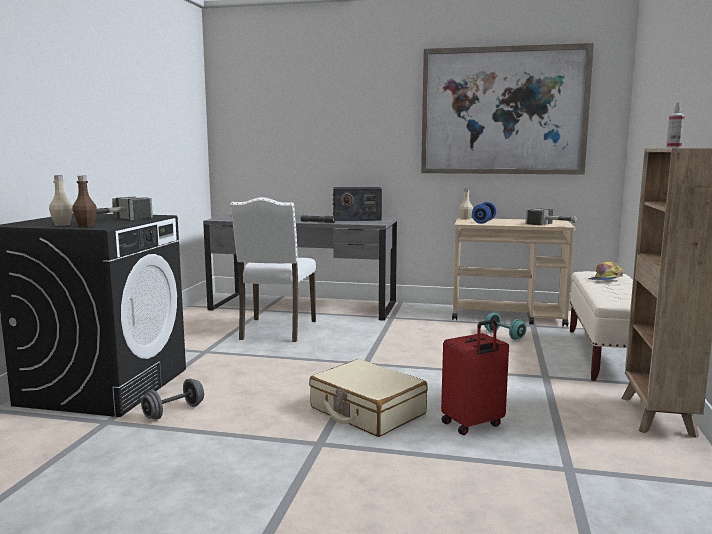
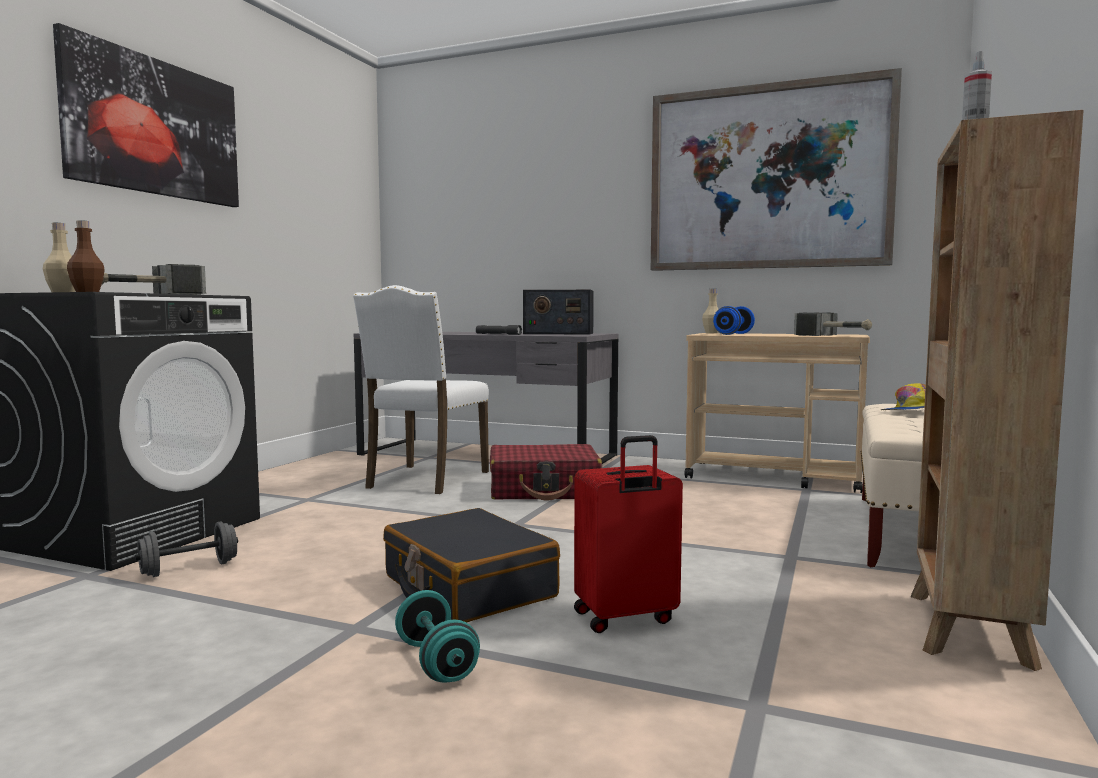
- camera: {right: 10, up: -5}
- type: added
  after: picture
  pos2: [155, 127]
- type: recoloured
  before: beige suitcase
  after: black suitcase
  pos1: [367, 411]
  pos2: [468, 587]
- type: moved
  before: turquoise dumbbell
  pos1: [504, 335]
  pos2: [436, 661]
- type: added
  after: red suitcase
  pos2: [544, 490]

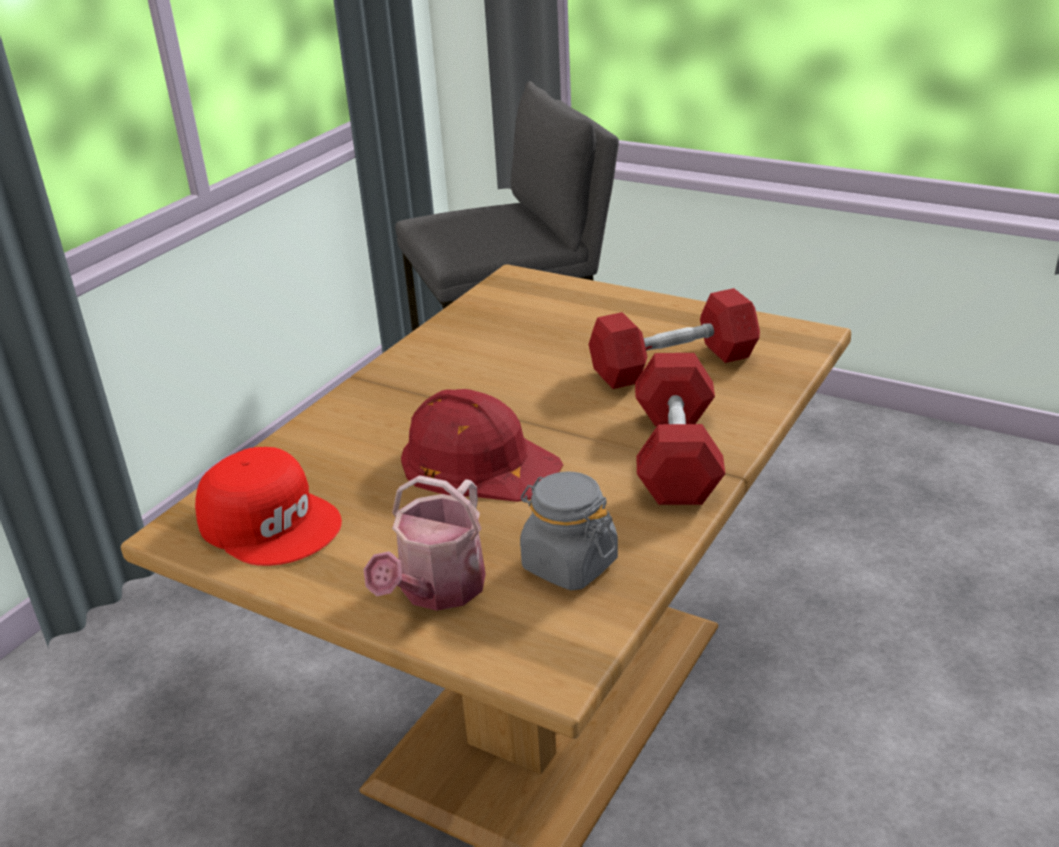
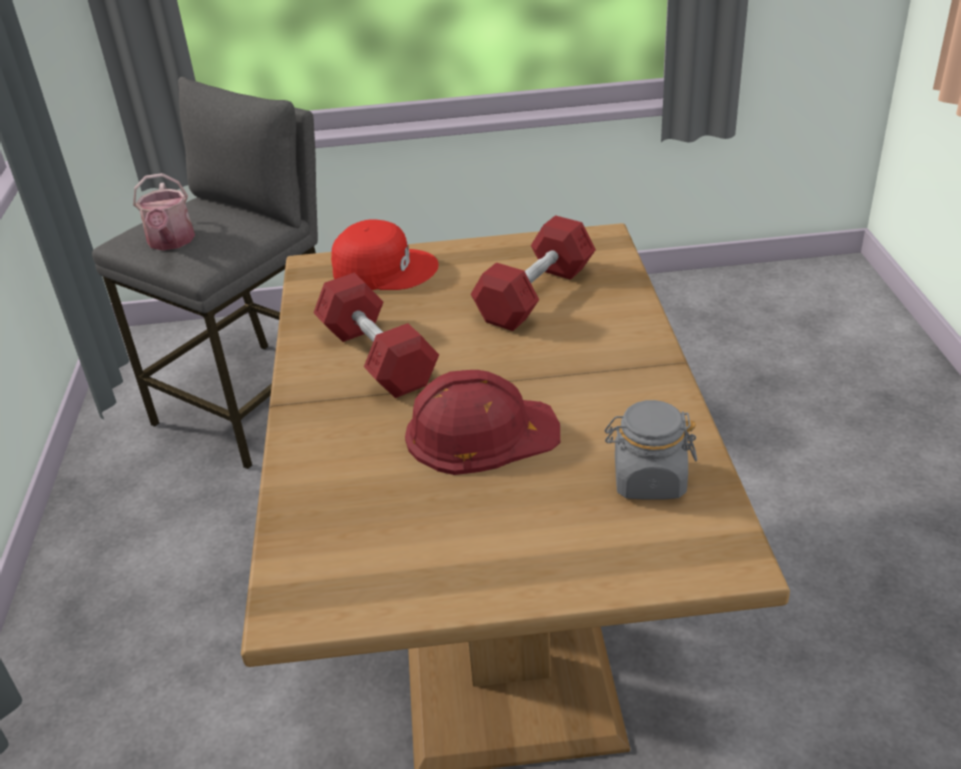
- camera: {right: -35, up: 5}
- type: moved
  before: watering can
  pos1: [437, 591]
  pos2: [171, 242]
- type: moved
  before: red dumbbell
  pos1: [676, 454]
  pos2: [377, 357]
- type: moved
  before: red cap
  pos1: [271, 521]
  pos2: [384, 269]

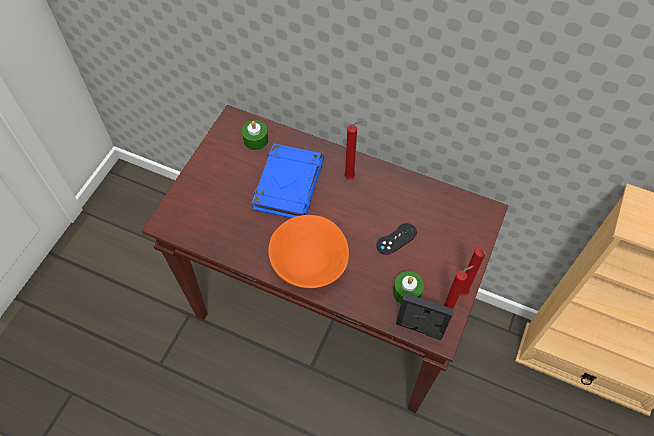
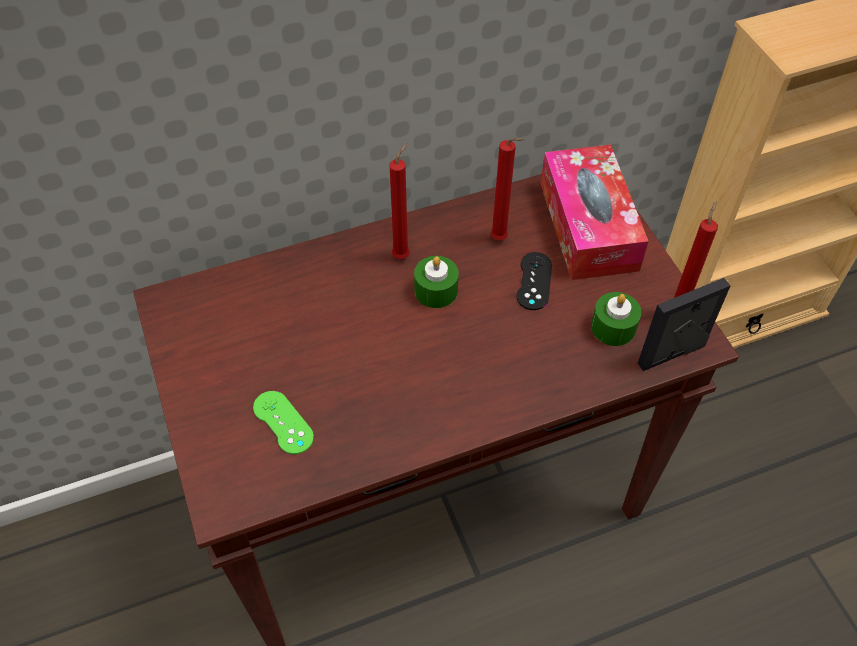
- camera: {right: -45, up: -5}
- type: added
  after: green game controller
  pos2: [283, 422]
- type: moved
  before: green candle
  pos1: [255, 140]
  pos2: [436, 290]
- type: moved
  before: red candle
  pos1: [463, 294]
  pos2: [501, 240]
- type: added
  after: tissue box
  pos2: [588, 225]
- type: removed
  before: blue book
  pos1: [288, 184]
- type: removed
  before: orange bowl
  pos1: [309, 266]

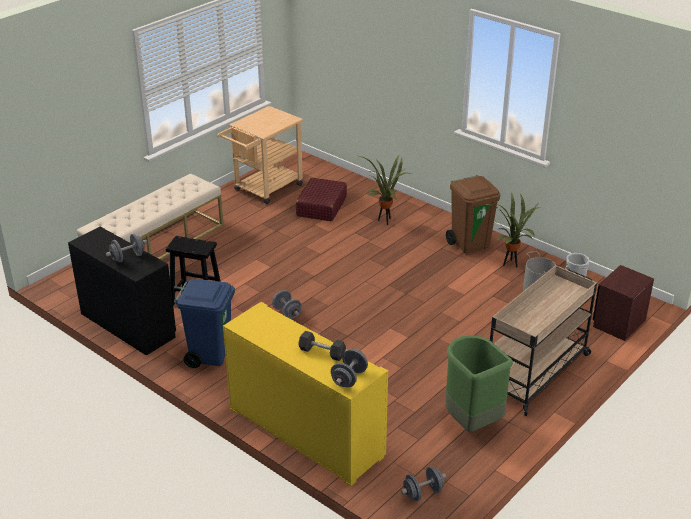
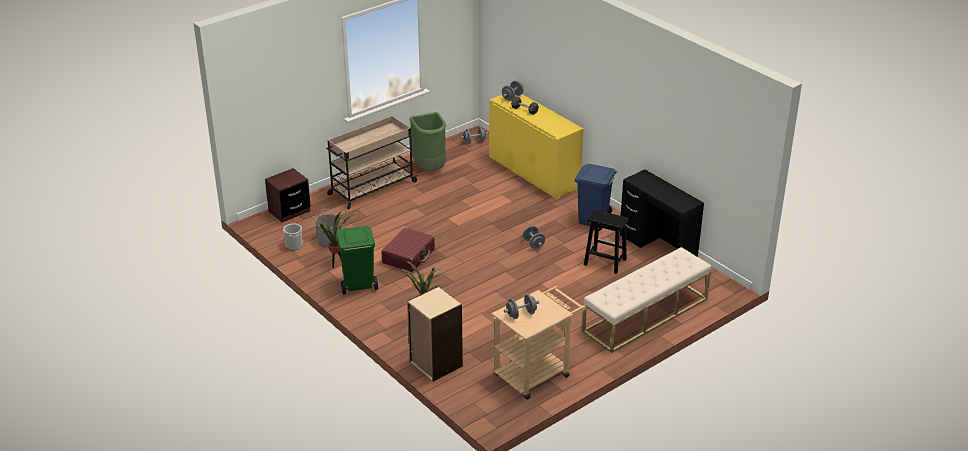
- camera: {right: -170, up: 0}
- type: recoloured
  before: brown trash can
  after: green trash can
  pos1: [470, 244]
  pos2: [358, 286]
- type: moved
  before: red suitcase
  pos1: [321, 207]
  pos2: [408, 256]
- type: added
  after: beige bookcase
  pos2: [435, 364]
- type: moved
  before: grey dumbbell
  pos1: [128, 257]
  pos2: [521, 314]

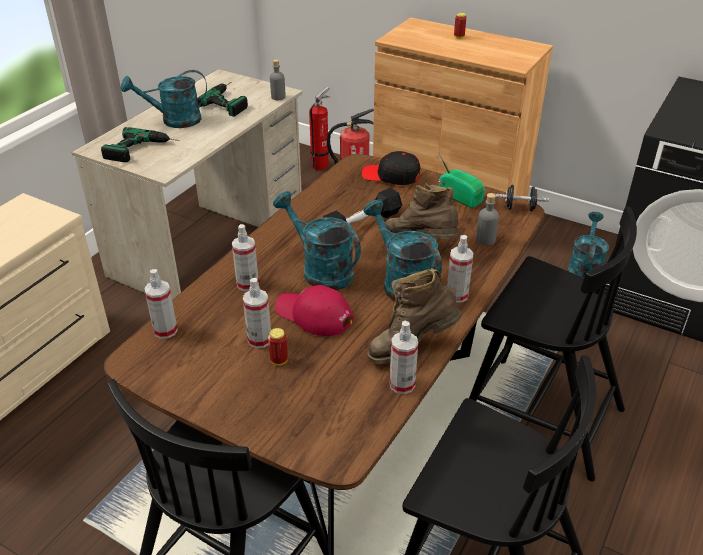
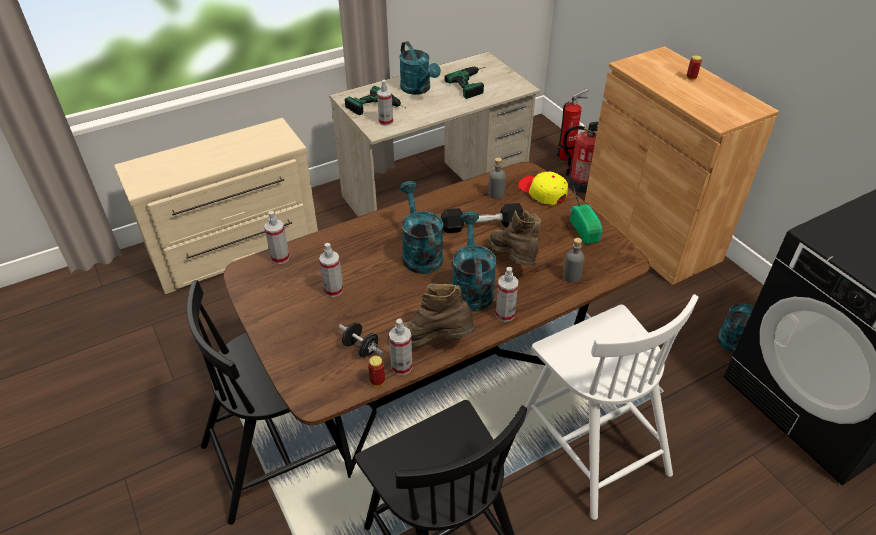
- camera: {right: 30, up: 5}
- type: moved
  before: black dumbbell
  pos1: [519, 208]
  pos2: [361, 348]
- type: moved
  before: can
  pos1: [279, 361]
  pos2: [377, 381]
- type: moved
  before: spray bottle
  pos1: [247, 284]
  pos2: [386, 122]
- type: turned
  before: turquoise watering can
  pos1: [174, 121]
  pos2: [418, 89]
  turn: -135
- type: moved
  before: grey bottle
  pos1: [278, 97]
  pos2: [496, 194]
- type: recoloured
  before: black cap
  after: yellow cap
  pos1: [391, 176]
  pos2: [542, 192]
- type: recoloured
  before: black chair
  after: white chair
  pos1: [539, 415]
  pos2: [590, 445]
- type: removed
  before: red cap
  pos1: [313, 315]

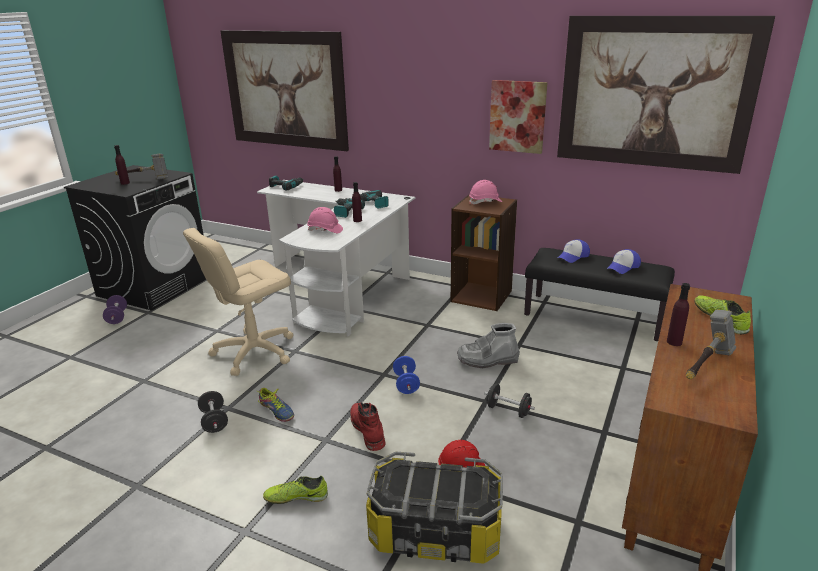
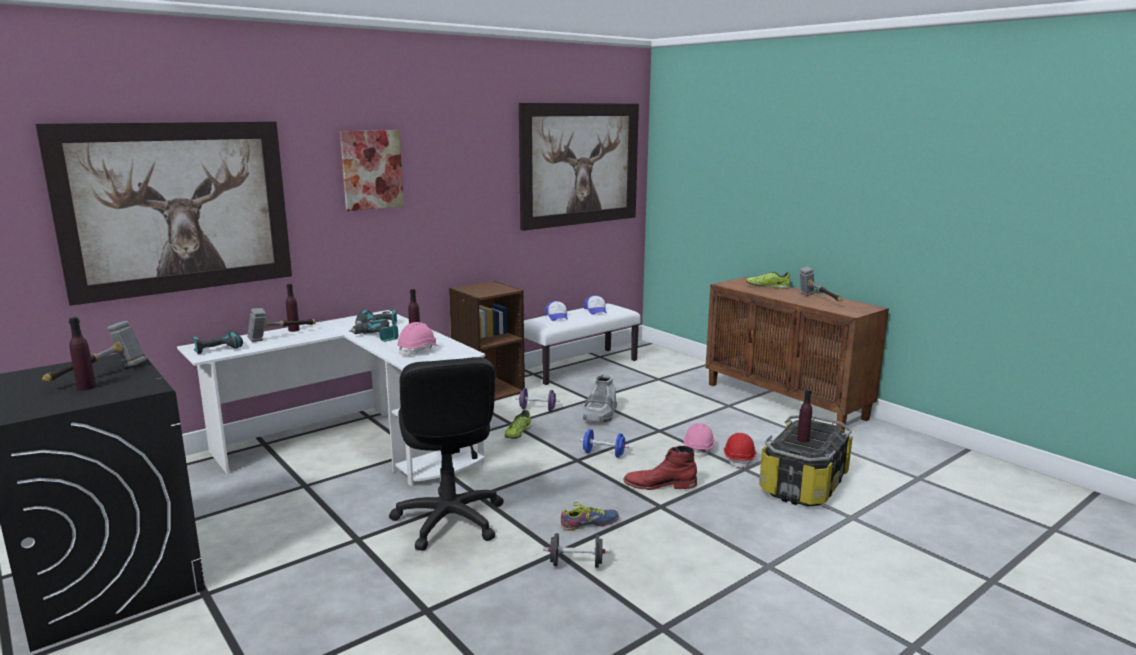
- camera: {right: -65, up: -10}
- type: added
  after: hammer
  pos2: [281, 336]
- type: moved
  before: picture
  pos1: [517, 116]
  pos2: [372, 170]
- type: recoloured
  before: beige office chair
  after: black office chair
  pos1: [254, 352]
  pos2: [449, 520]
- type: moved
  before: shoe
  pos1: [296, 497]
  pos2: [517, 433]
- type: moved
  before: purple dumbbell
  pos1: [117, 317]
  pos2: [537, 409]
- type: recoloured
  before: black bench
  after: white bench
  pos1: [594, 316]
  pos2: [578, 366]
- type: moved
  before: pink hard hat
  pos1: [485, 202]
  pos2: [699, 449]
- type: moved
  before: purple bottle
  pos1: [674, 342]
  pos2: [803, 440]
- type: removed
  before: black dumbbell
  pos1: [508, 410]

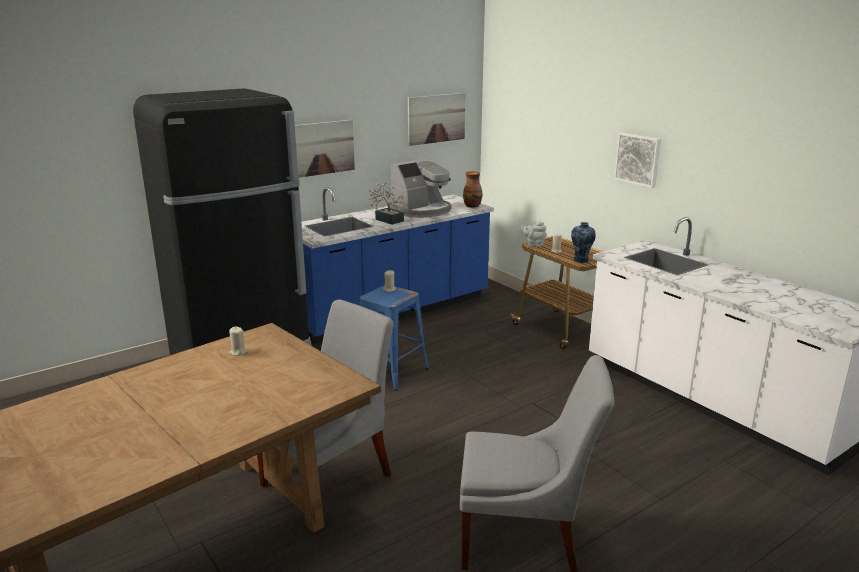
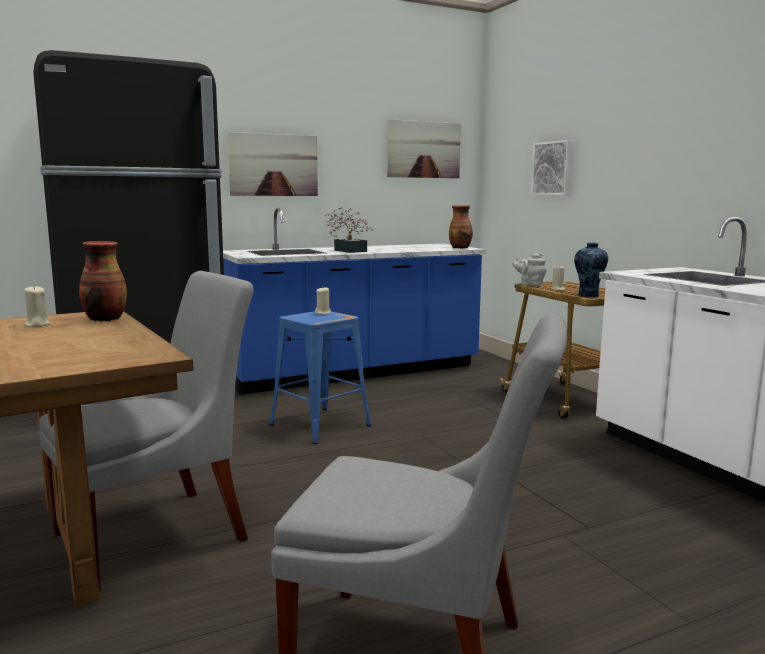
- camera: {right: 10, up: -10}
- type: added
  after: vase
  pos2: [104, 319]
- type: moved
  before: picture
  pos1: [638, 159]
  pos2: [553, 168]
- type: removed
  before: coffee machine
  pos1: [422, 210]

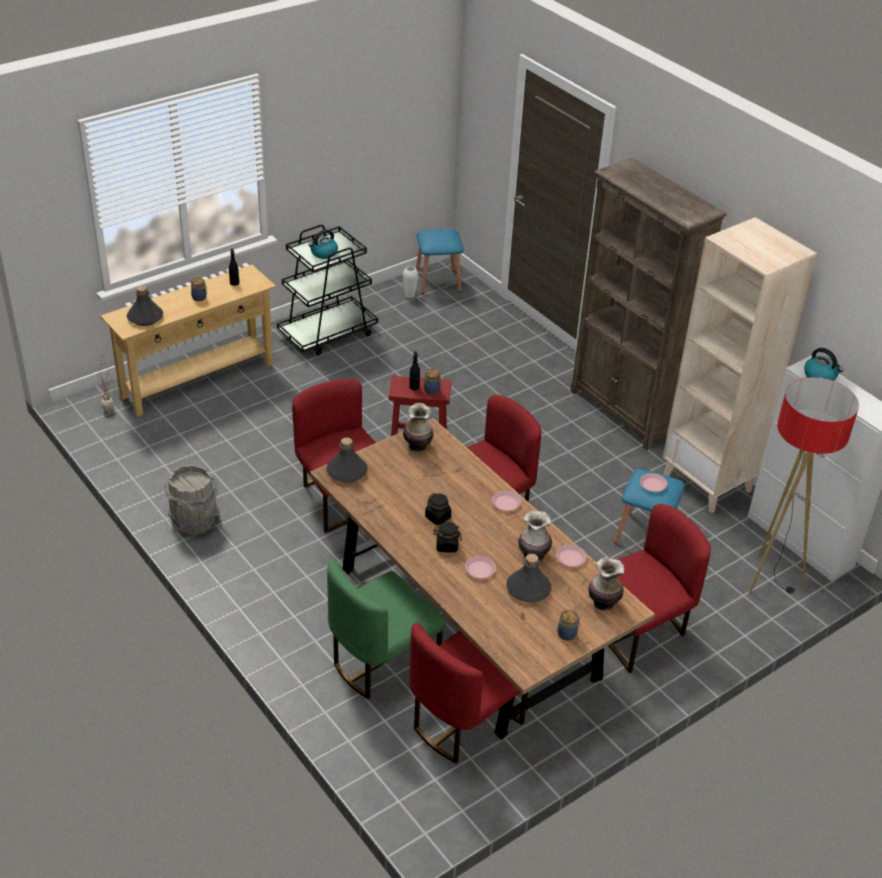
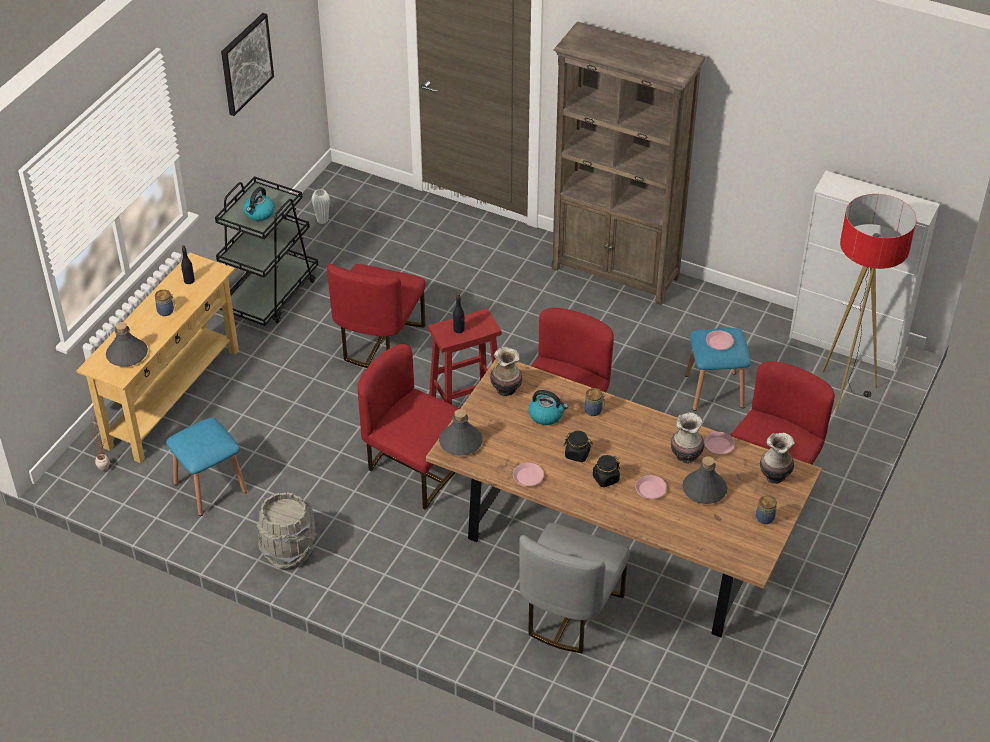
- camera: {right: -25, up: 5}
- type: moved
  before: blue stool
  pos1: [438, 281]
  pos2: [210, 487]
- type: added
  after: picture
  pos2: [246, 63]
- type: moved
  before: red chair
  pos1: [463, 722]
  pos2: [379, 342]
- type: moved
  before: pink plate
  pos1: [506, 503]
  pos2: [528, 476]
- type: recoloured
  before: green chair
  after: grey chair
  pos1: [382, 662]
  pos2: [569, 613]
- type: moved
  before: kettle
  pos1: [820, 376]
  pos2: [546, 415]
- type: moved
  before: jar
  pos1: [432, 390]
  pos2: [594, 410]
- type: removed
  before: beige bookcase
  pos1: [708, 483]

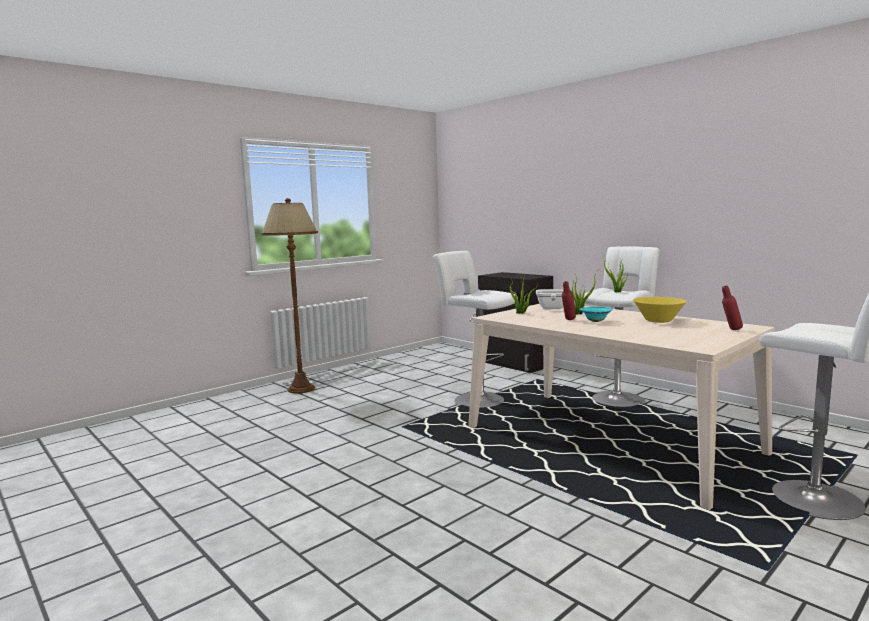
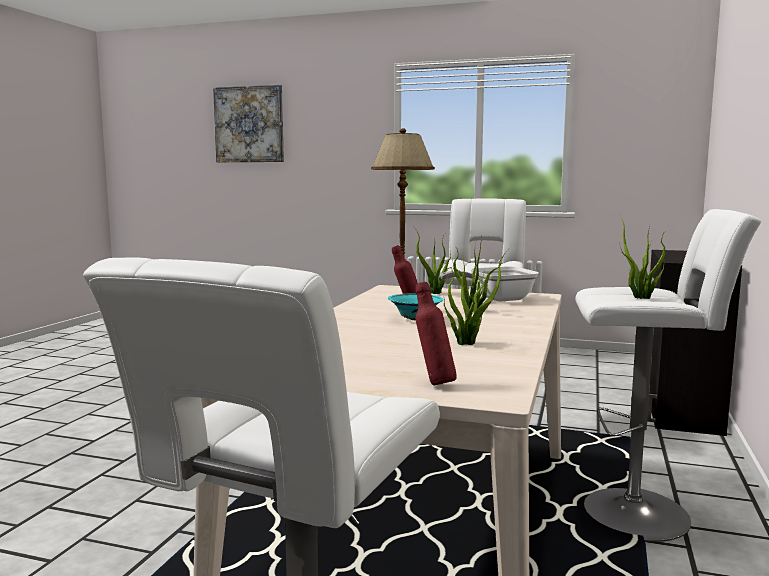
- camera: {right: 60, up: 0}
- type: added
  after: picture
  pos2: [249, 124]
- type: replaced
  before: yellow bowl
  after: potted plant
  pos1: [658, 321]
  pos2: [468, 343]

